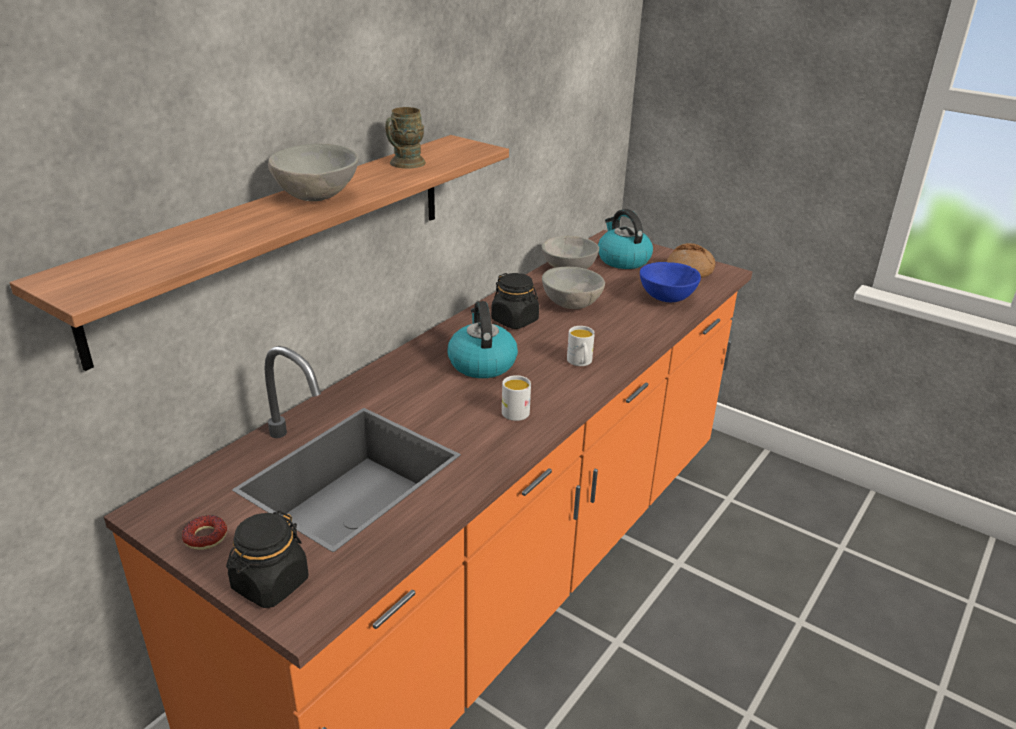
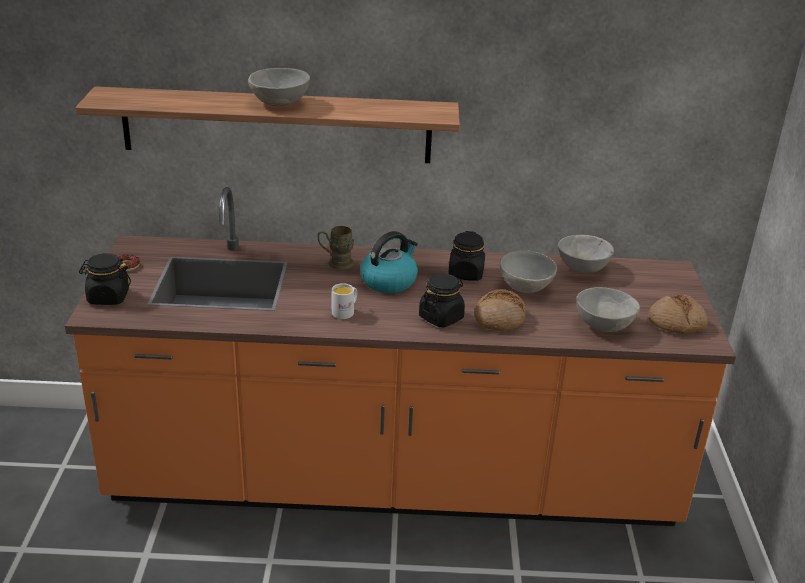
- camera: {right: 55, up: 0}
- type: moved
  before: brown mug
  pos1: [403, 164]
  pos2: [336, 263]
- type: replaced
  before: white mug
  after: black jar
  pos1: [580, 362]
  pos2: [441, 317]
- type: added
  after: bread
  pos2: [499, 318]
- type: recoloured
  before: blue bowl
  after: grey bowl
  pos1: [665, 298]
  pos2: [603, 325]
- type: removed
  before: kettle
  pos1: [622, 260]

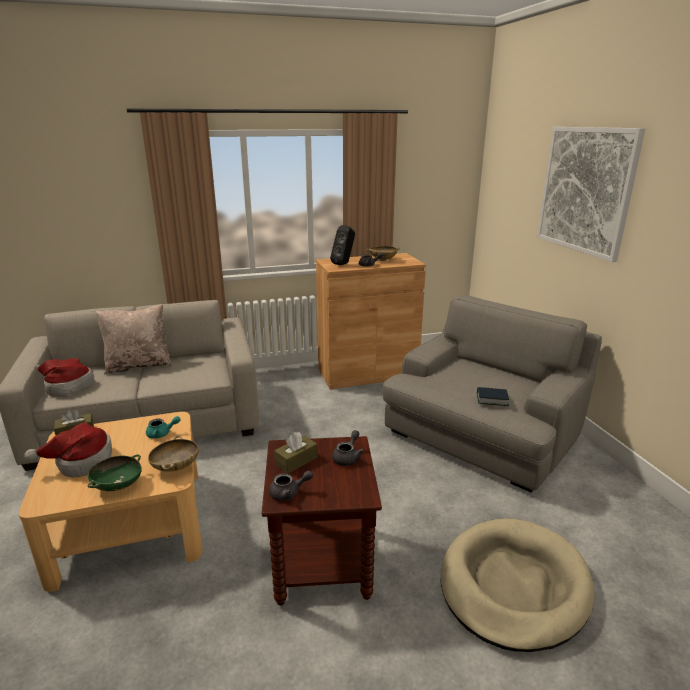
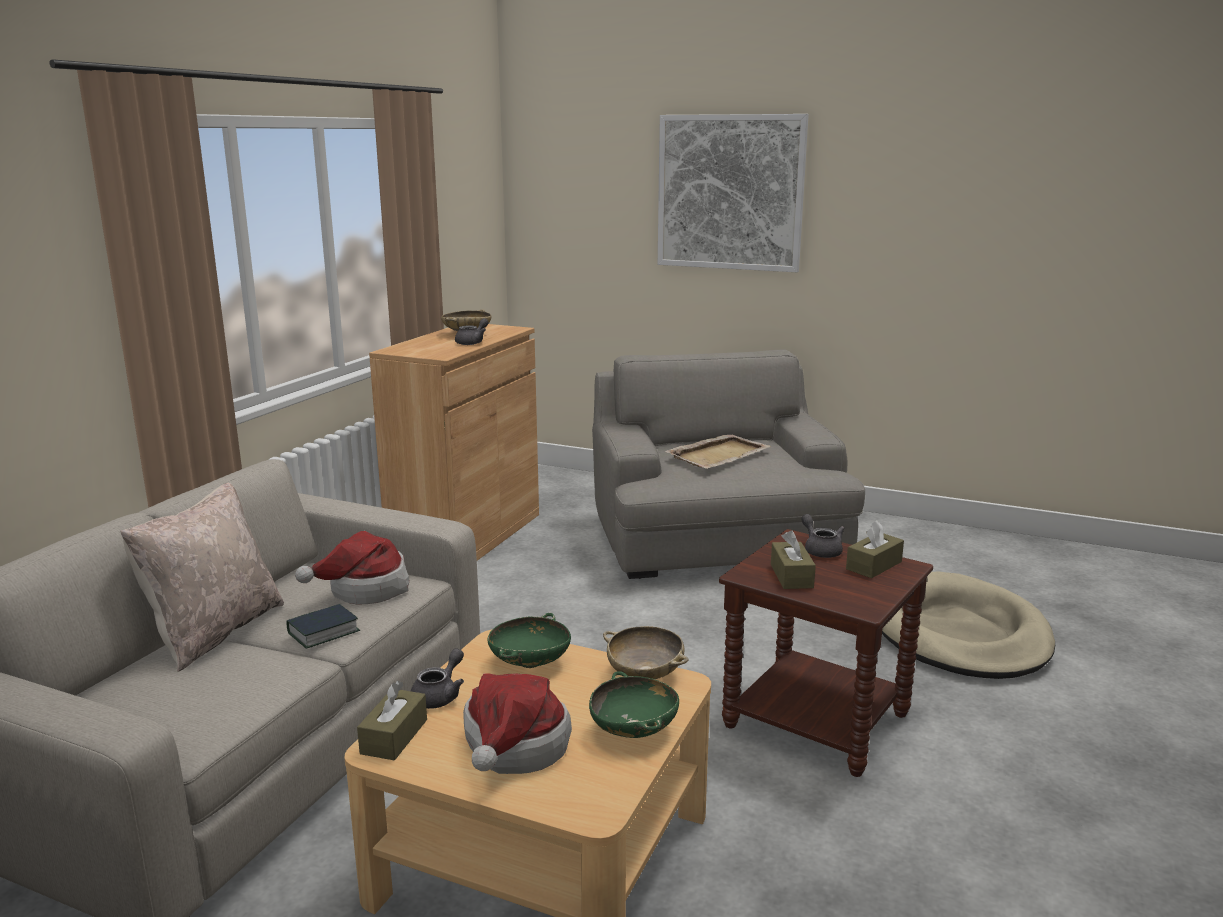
- camera: {right: -50, up: -5}
- type: moved
  before: book
  pos1: [492, 399]
  pos2: [323, 632]
- type: moved
  before: hat
  pos1: [66, 387]
  pos2: [365, 589]
- type: moved
  before: grey teapot
  pos1: [289, 493]
  pos2: [440, 695]
- type: replaced
  before: turquoise teapot
  after: green bowl
  pos1: [162, 434]
  pos2: [529, 663]
- type: added
  after: beige tray
  pos2: [719, 454]
- type: added
  after: brown tissue box
  pos2: [874, 565]
- type: removed
  before: black speaker
  pos1: [344, 264]

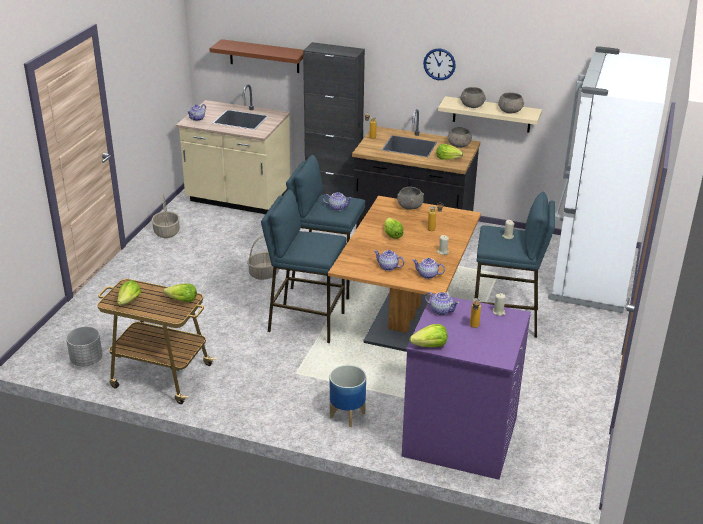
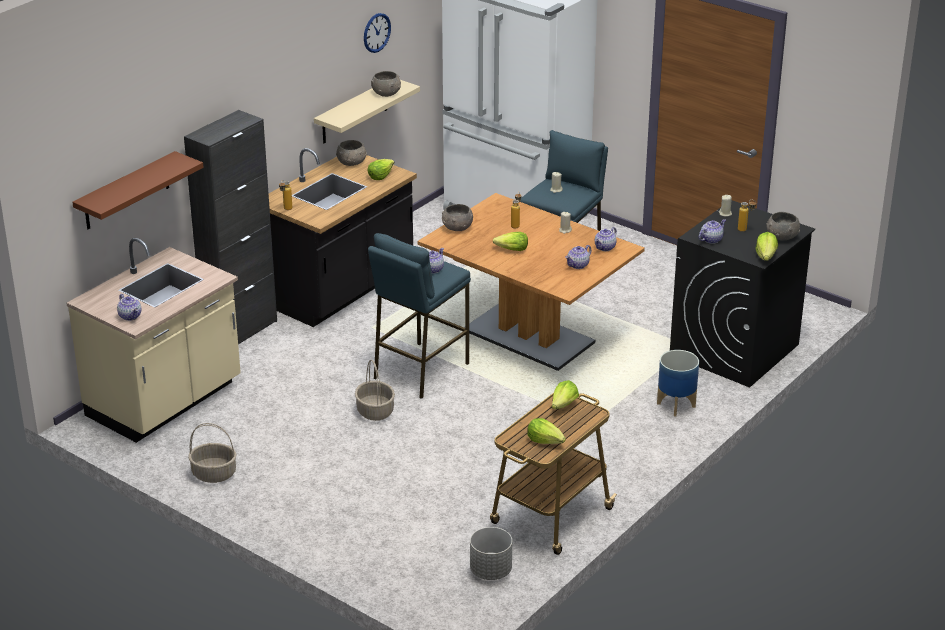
- camera: {right: -70, up: 0}
- type: moved
  before: wall clock
  pos1: [439, 64]
  pos2: [376, 32]
- type: recoloured
  before: purple washing machine
  after: black washing machine
  pos1: [459, 437]
  pos2: [734, 350]
- type: moved
  before: grey bowl
  pos1: [472, 105]
  pos2: [781, 236]
- type: removed
  before: blue stool
  pos1: [306, 322]

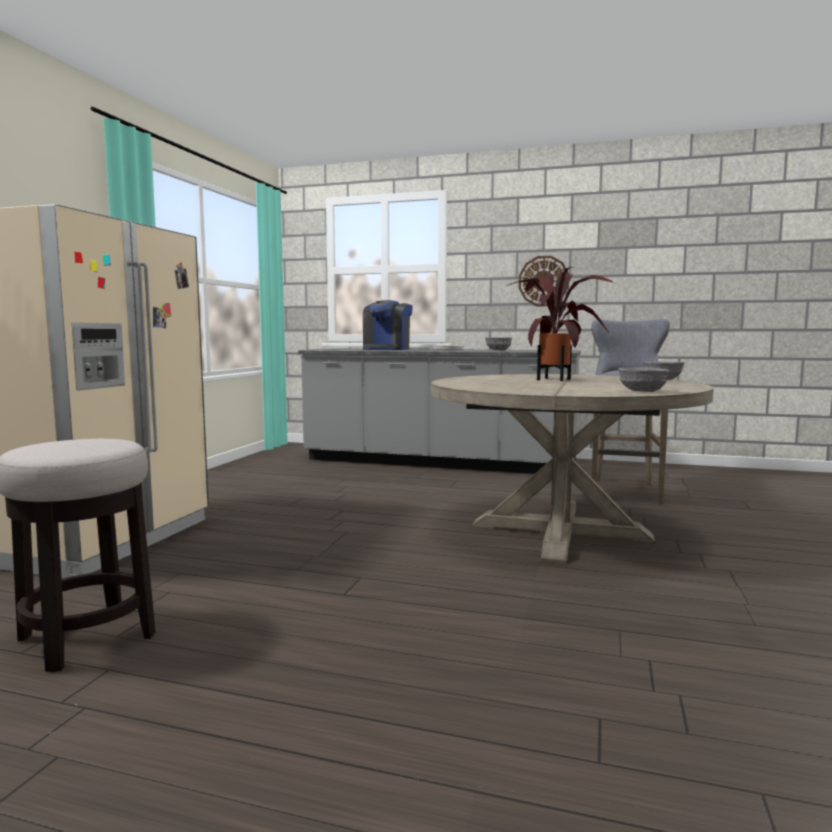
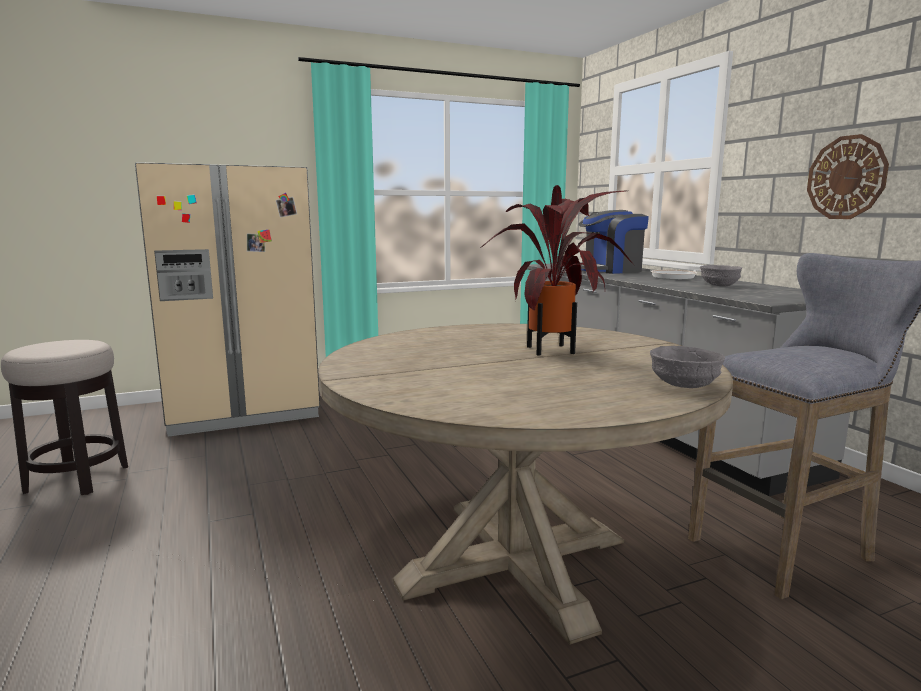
- camera: {right: 50, up: 5}
- type: removed
  before: grey bowl
  pos1: [641, 391]

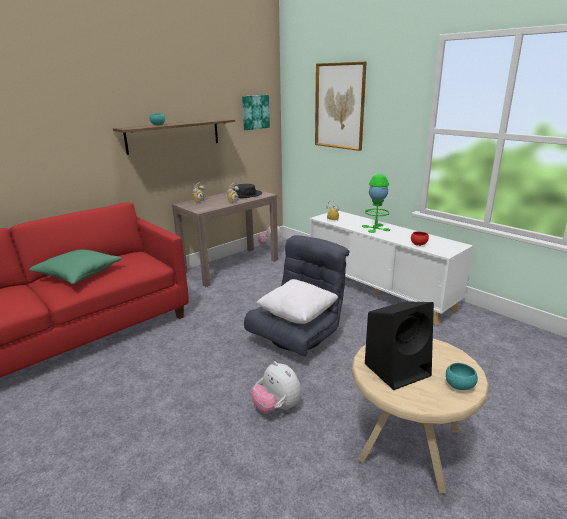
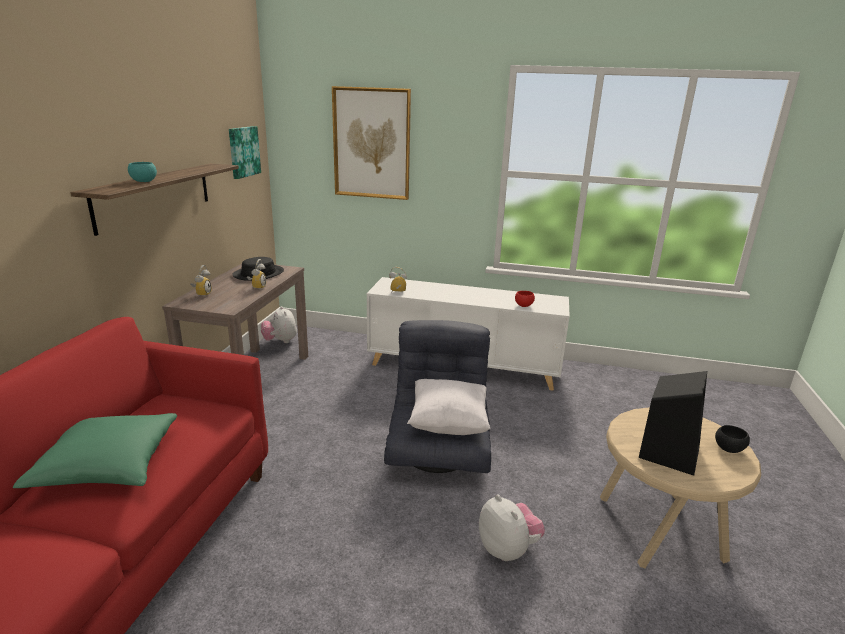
- camera: {right: -35, up: 0}
- type: turned
  before: plush toy
  pos1: [276, 407]
  pos2: [508, 549]
  turn: -135
- type: recoloured
  before: turquoise bowl
  after: black bowl
  pos1: [459, 386]
  pos2: [728, 449]
- type: removed
  before: green table lamp
  pos1: [375, 228]

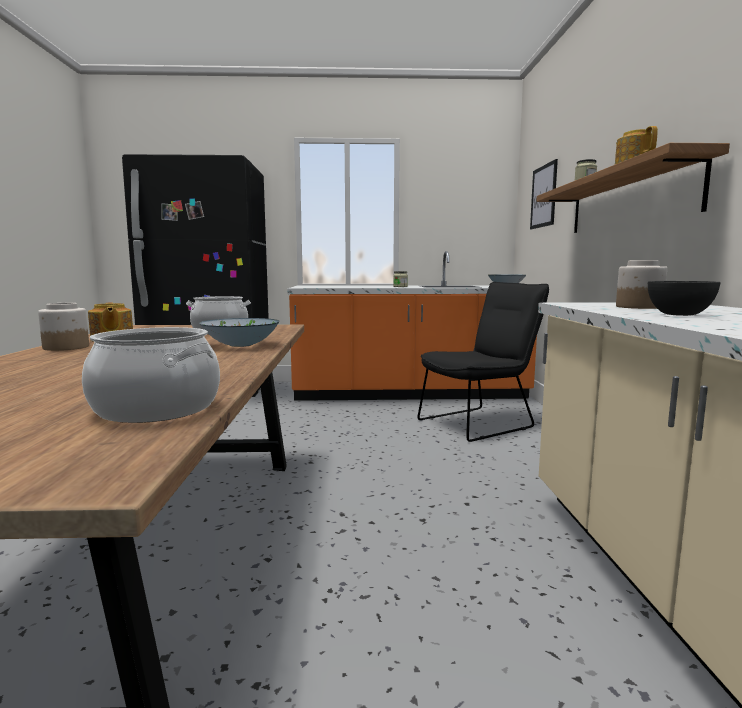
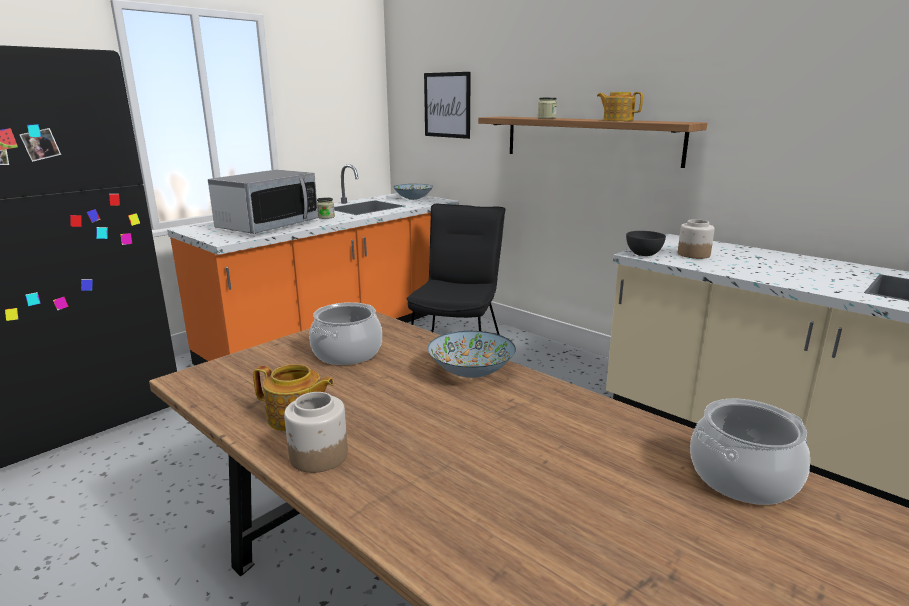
- camera: {right: -45, up: 10}
- type: added
  after: microwave
  pos2: [268, 225]
- type: moved
  before: grey bowl
  pos1: [679, 314]
  pos2: [643, 254]

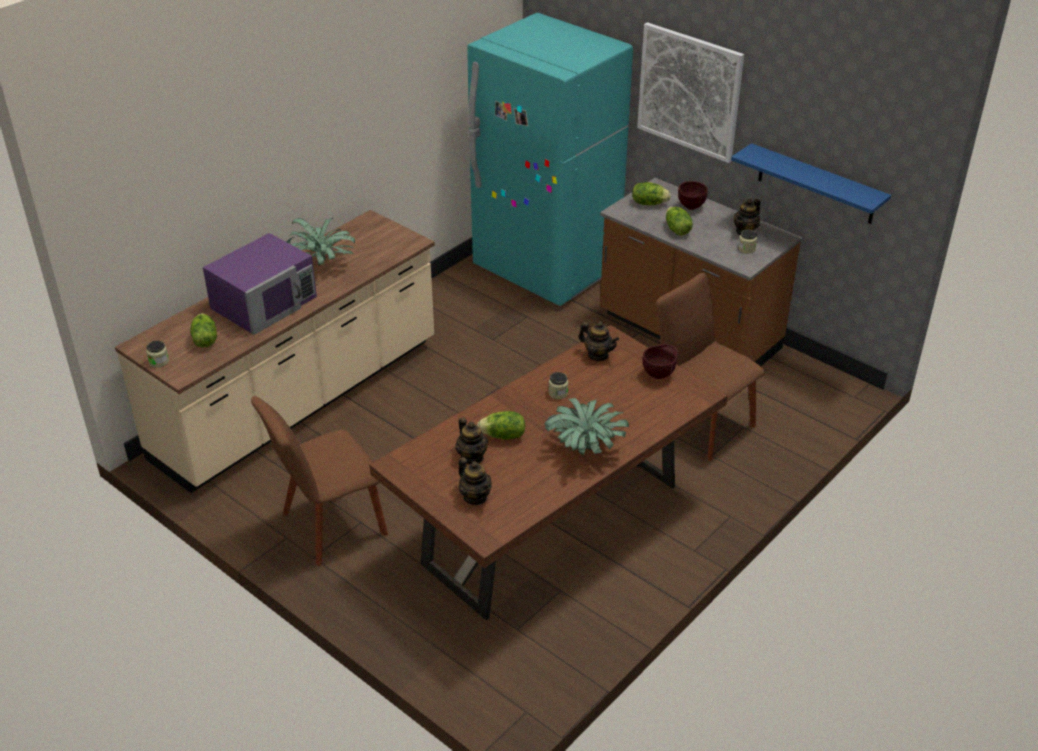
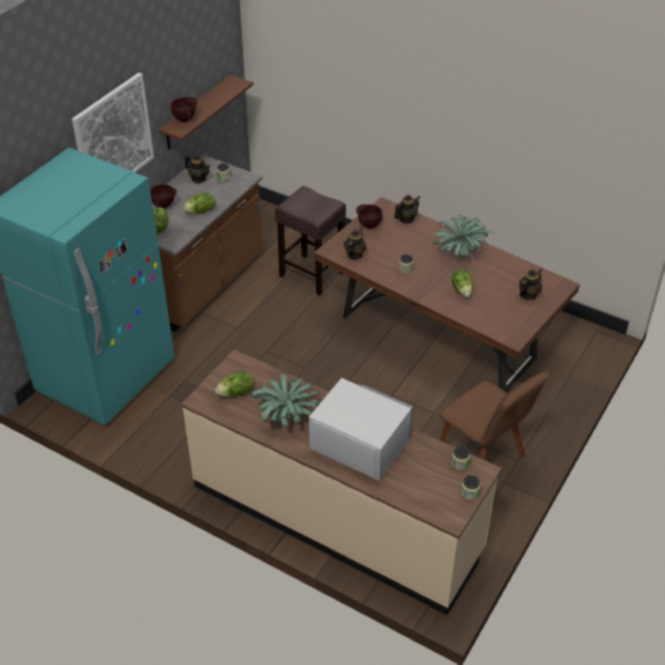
- camera: {right: -100, up: 5}
- type: recoloured
  before: blue shelf
  after: brown shelf
  pos1: [816, 184]
  pos2: [196, 113]
- type: added
  after: brown bowl
  pos2: [185, 119]
- type: moved
  before: lettuce
  pos1: [204, 340]
  pos2: [236, 393]
- type: replaced
  before: brown chair
  after: brown stool
  pos1: [700, 424]
  pos2: [310, 274]
- type: recoloured
  before: purple microwave
  after: white microwave
  pos1: [265, 302]
  pos2: [359, 442]
- type: moved
  before: teapot
  pos1: [472, 457]
  pos2: [406, 219]
- type: added
  after: jar
  pos2: [460, 464]

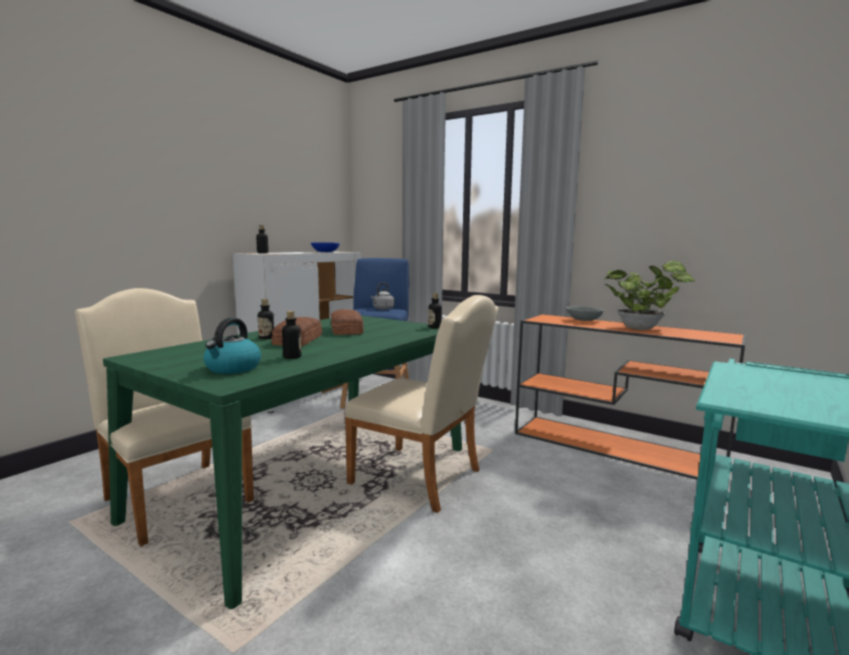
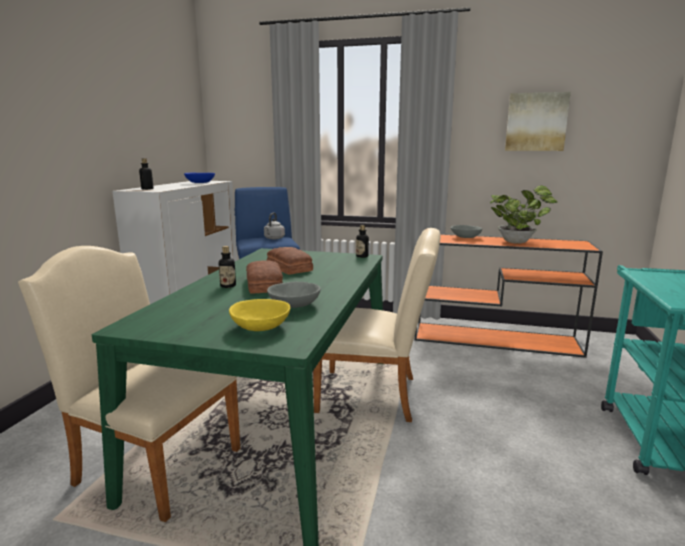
- camera: {right: -20, up: 5}
- type: replaced
  before: kettle
  after: yellow bowl
  pos1: [233, 368]
  pos2: [261, 326]
- type: replaced
  before: bottle
  after: grey bowl
  pos1: [292, 357]
  pos2: [294, 305]
- type: added
  after: picture
  pos2: [536, 122]

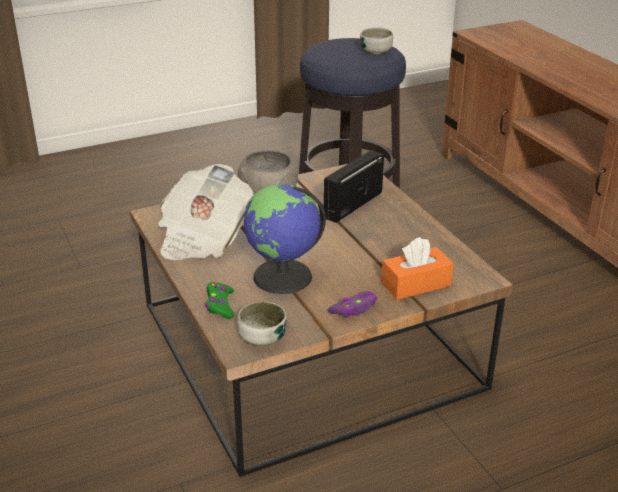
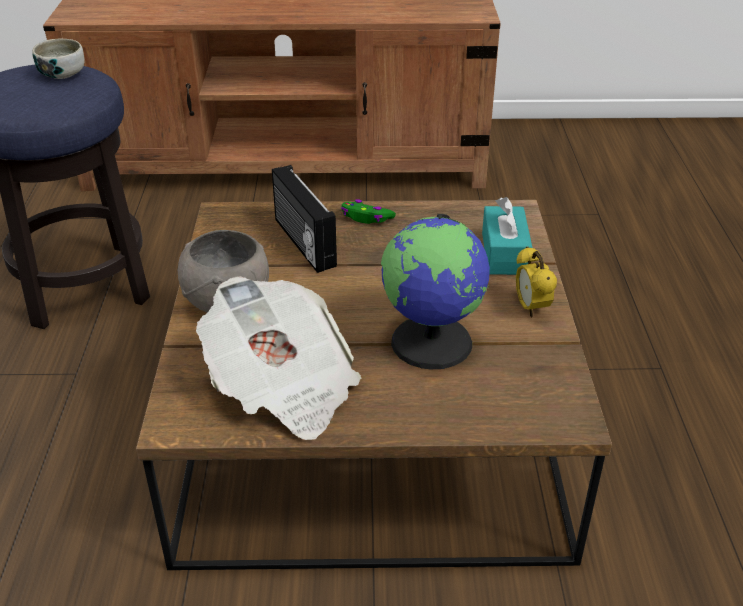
- camera: {right: -65, up: 5}
- type: moved
  before: green game controller
  pos1: [220, 305]
  pos2: [366, 218]
- type: recoloured
  before: orange tissue box
  after: turquoise tissue box
  pos1: [416, 284]
  pos2: [504, 253]
- type: replaced
  before: purple game controller
  after: alarm clock
  pos1: [354, 309]
  pos2: [531, 308]
- type: removed
  before: bowl
  pos1: [262, 337]

